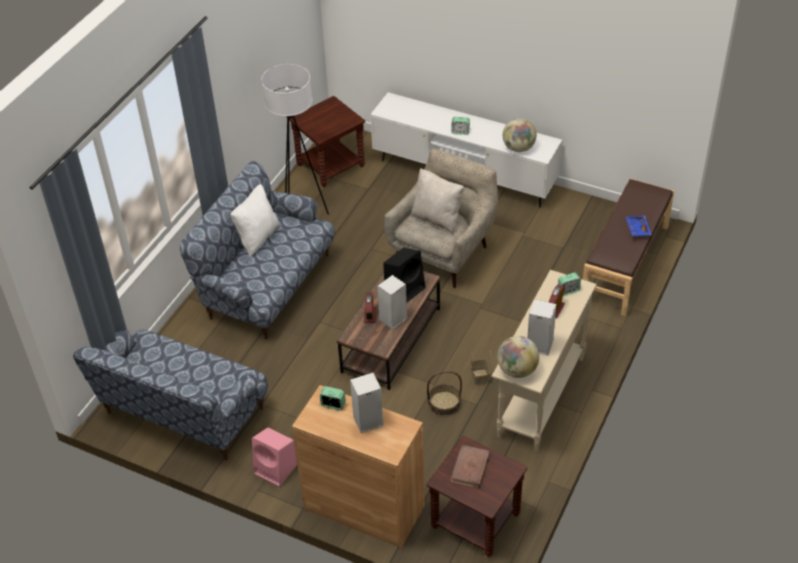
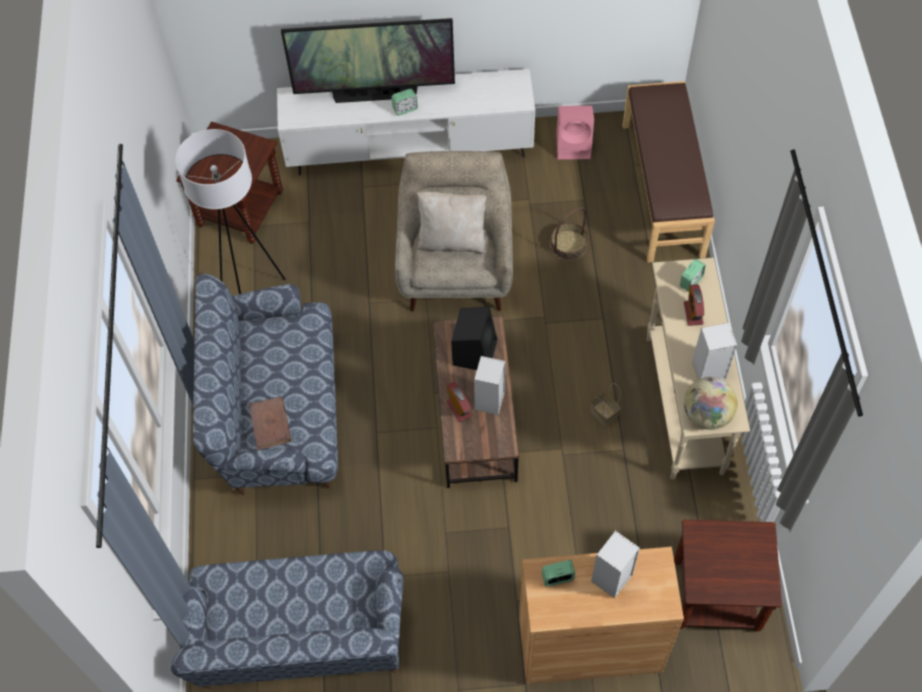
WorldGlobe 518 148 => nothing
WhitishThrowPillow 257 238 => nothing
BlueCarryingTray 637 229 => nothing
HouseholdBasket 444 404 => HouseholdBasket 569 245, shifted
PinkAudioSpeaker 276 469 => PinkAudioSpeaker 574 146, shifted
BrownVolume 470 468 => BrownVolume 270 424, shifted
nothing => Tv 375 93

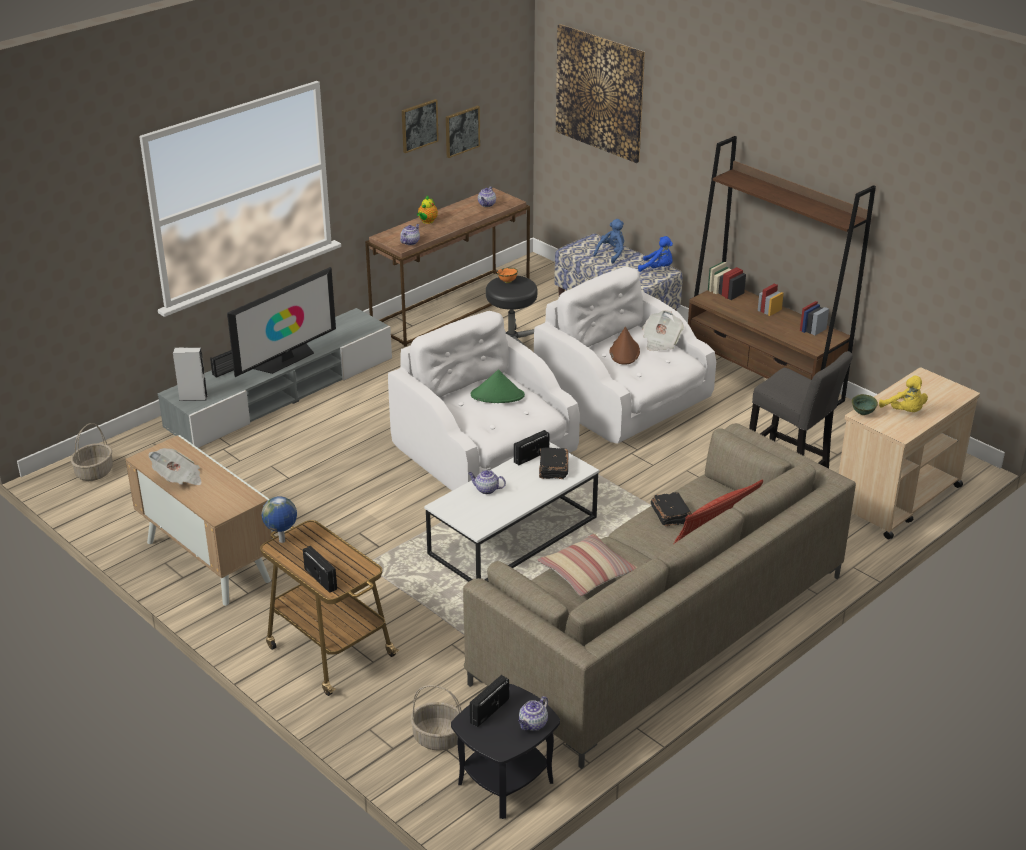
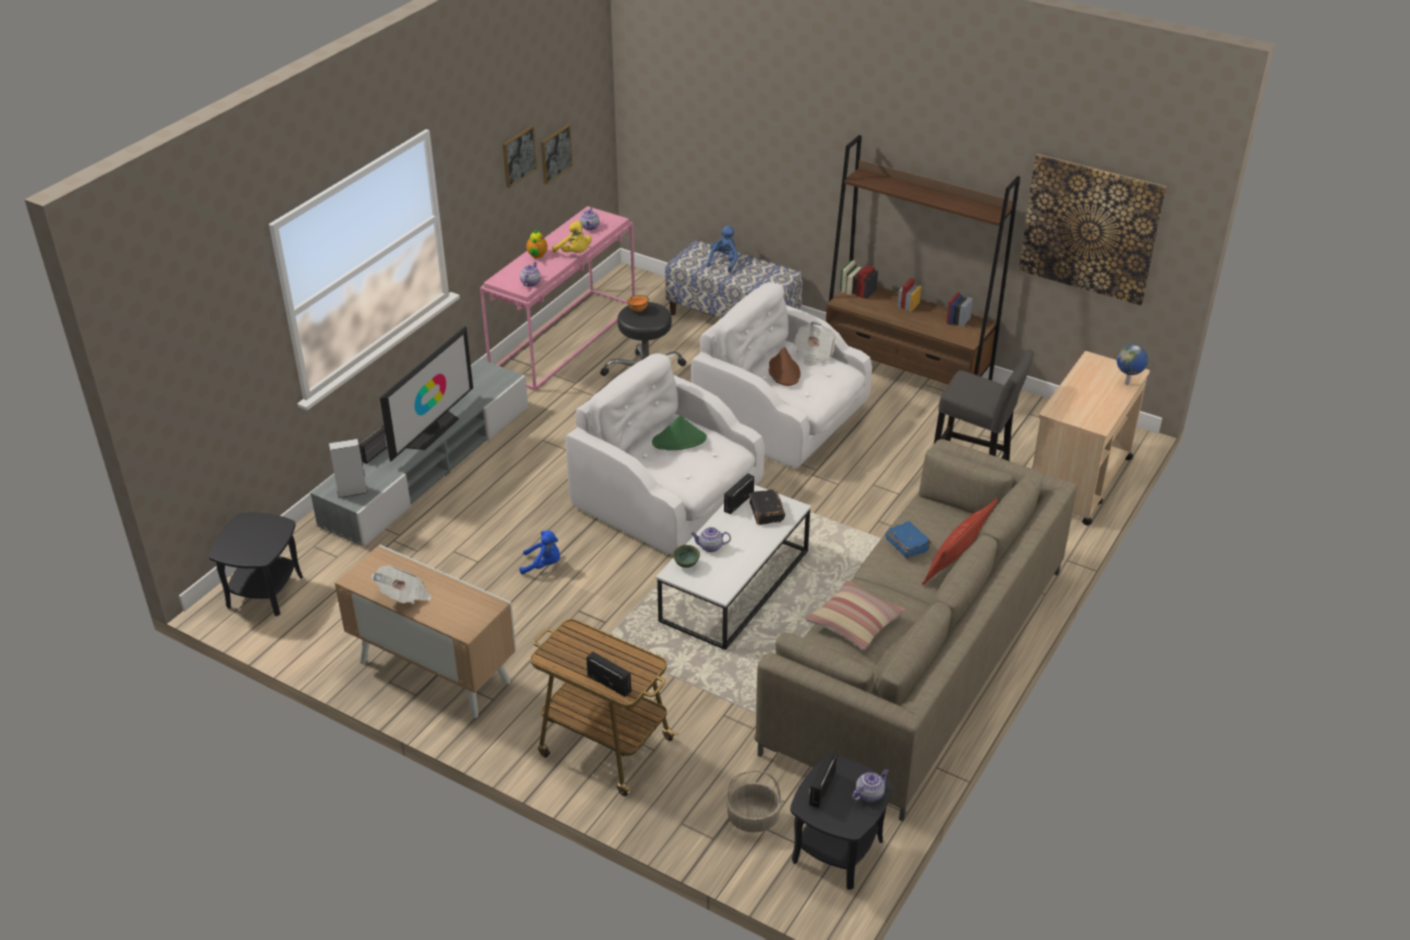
WallArt 600 92 => WallArt 1090 229, shifted
BrownHallTable 451 307 => PinkHallTable 564 338
BlueCuddlyToy 657 268 => BlueCuddlyToy 543 565, shifted
YellowishCuddlyToy 904 411 => YellowishCuddlyToy 574 253, shifted
GreenColouredBowl 863 413 => GreenColouredBowl 687 565, shifted
HouseholdBasket 94 473 => BlackAccentTable 265 592
BlackVolume 670 515 => BlueVolume 907 545
WorldGlobe 282 541 => WorldGlobe 1127 384, shifted
Teapot 533 724 => Teapot 869 794, 150 degrees counterclockwise

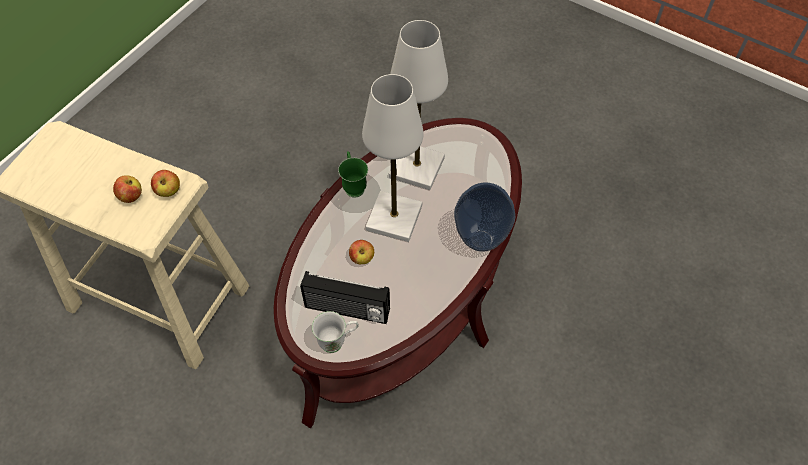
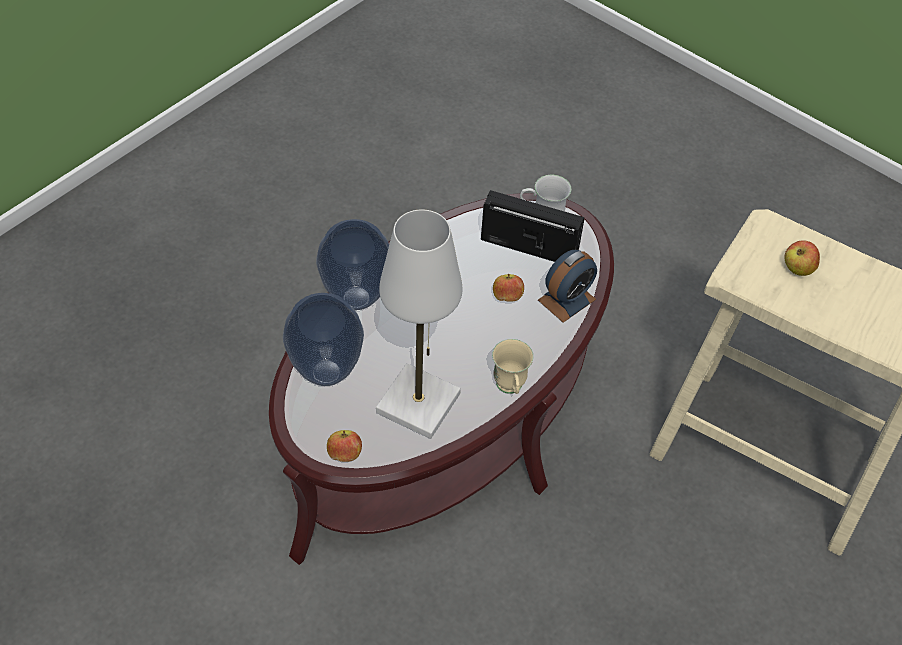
WhitishLampForATable 394 217 => nothing
GreenColouredCoffeeMug 353 185 => BeigeCoffeeMug 510 389
WholeApple 168 191 => WholeApple 345 454, shifted
nothing => AlarmClock 566 299
nothing => FlowerVase 326 371

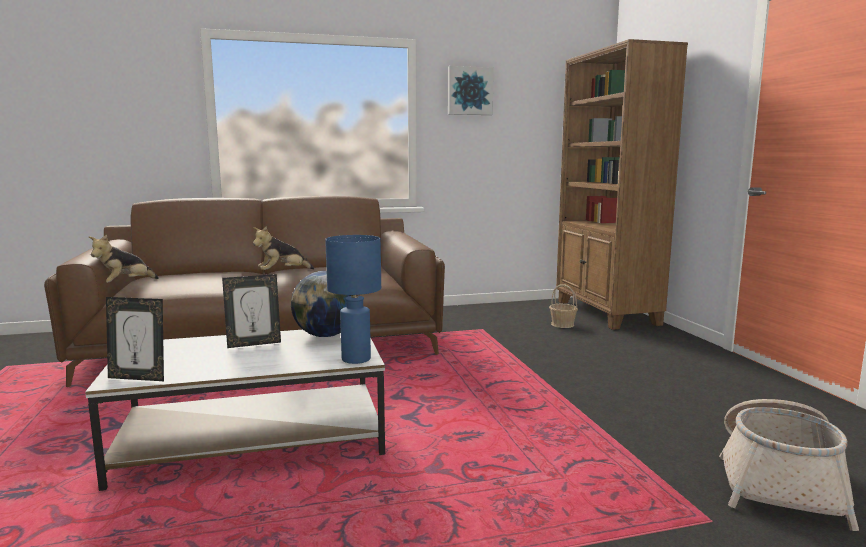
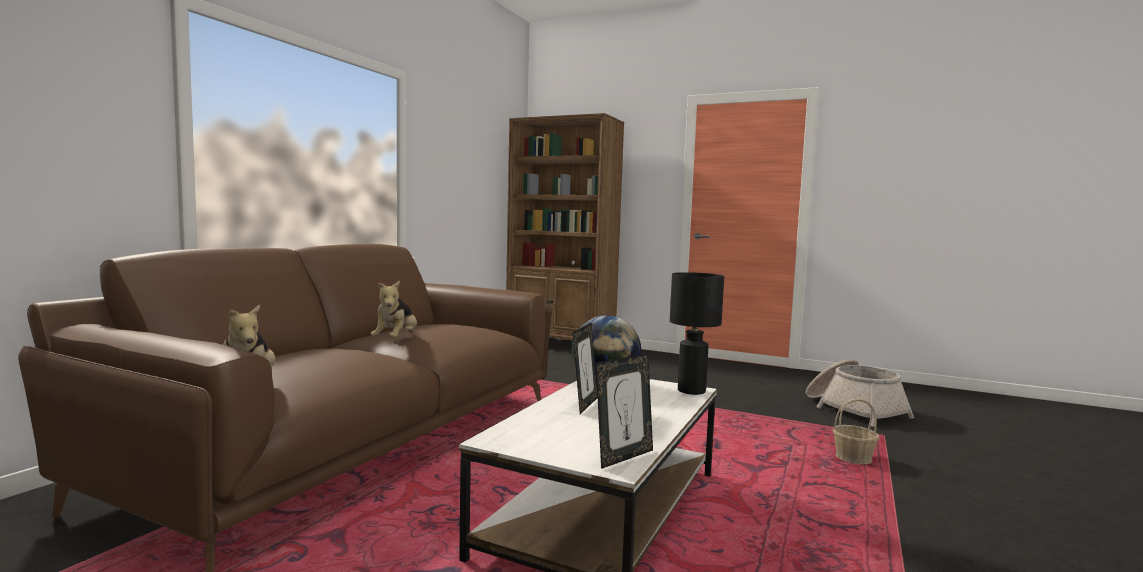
WallArt 469 91 => nothing
BlueLampForATable 355 359 => BlackLampForATable 690 391
HouseholdBasket 562 324 => HouseholdBasket 853 459, shifted

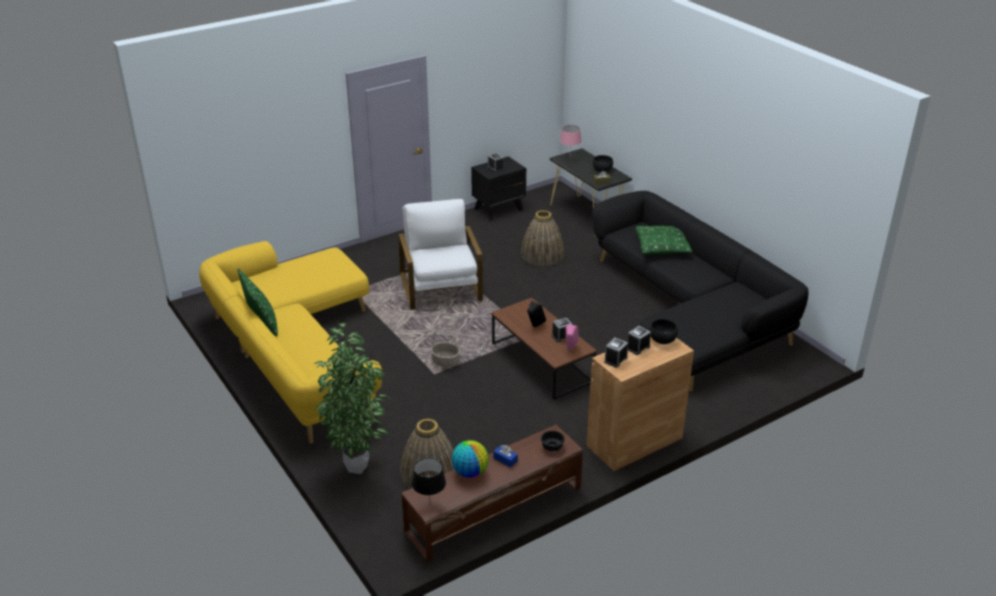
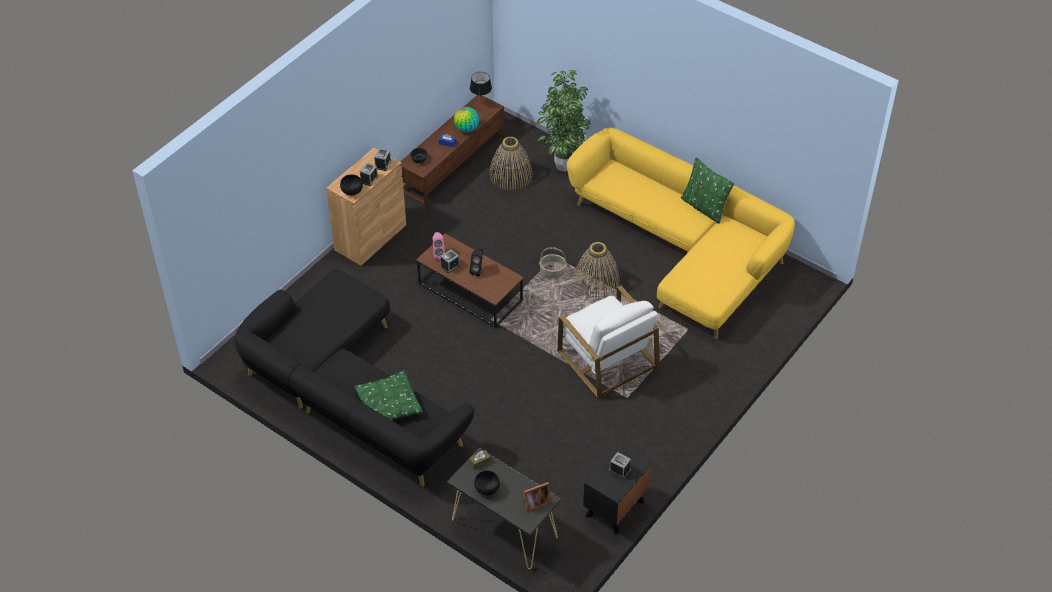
PinkLampForATable 569 158 => PhotoFrame 535 503
HouseholdBasket 542 255 => HouseholdBasket 596 281, shifted

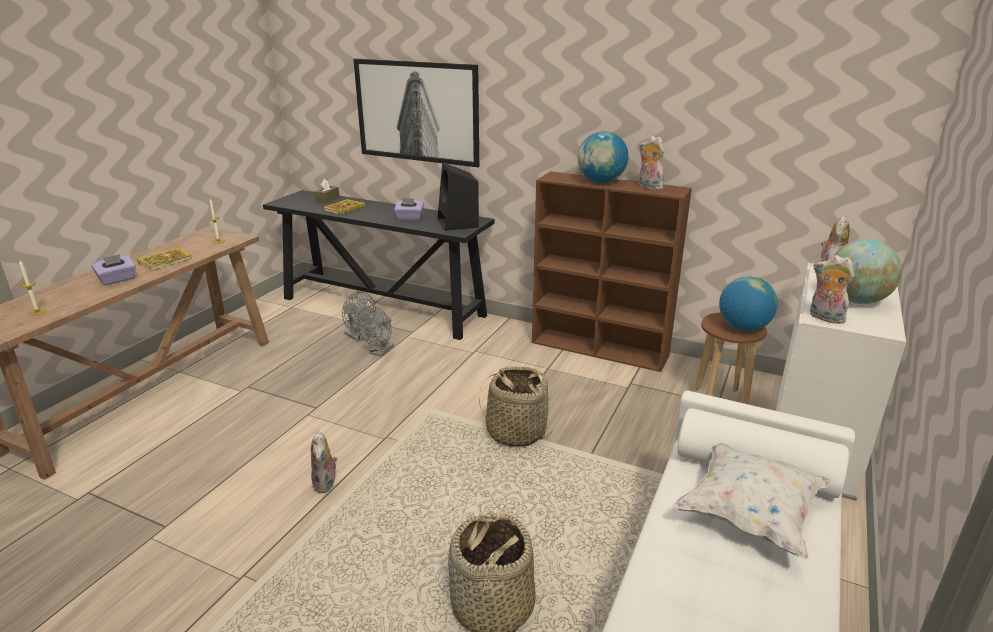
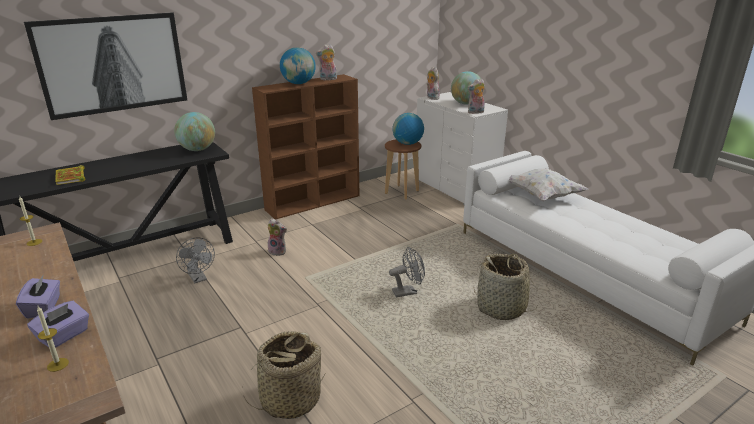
BlackAudioSpeaker 458 224 => WorldGlobe 197 150
BrownTissueHolder 327 199 => nothing
PurpleTissueHolder 409 218 => PurpleTissueHolder 64 336, shifted
Volume 166 261 => nothing
GreyCoolingFan 359 337 => GreyCoolingFan 408 292, shifted
HouseholdBasket 516 432 => HouseholdBasket 290 399, shifted
CuddlyToy 326 484 => CuddlyToy 278 251, shifted

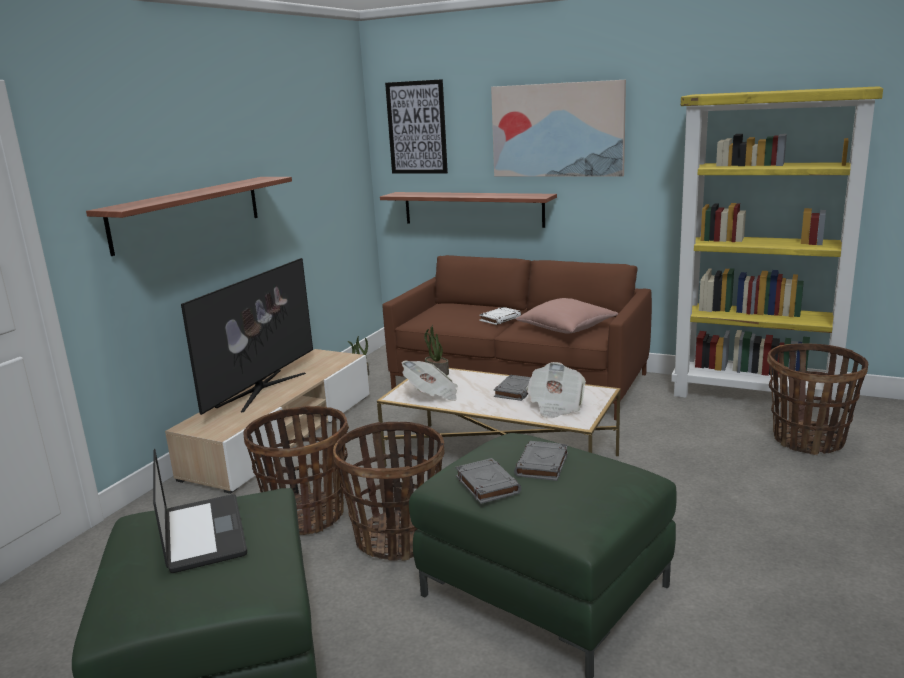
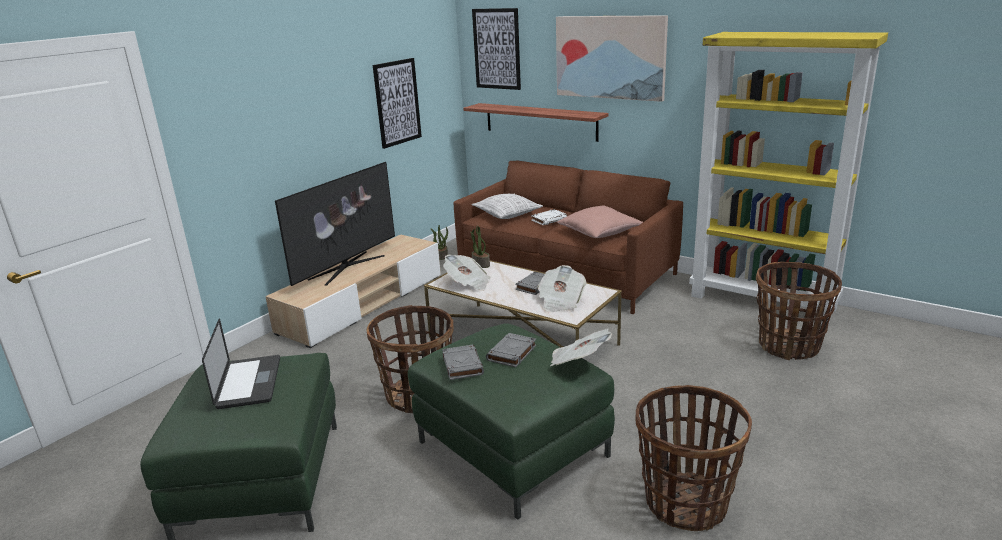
BracketShelf 188 213 => nothing
HouseholdBasket 307 515 => HouseholdBasket 685 502, shifted
nothing => WallArt 397 102
nothing => ThrowPillow 507 214
nothing => Newspaper 578 362

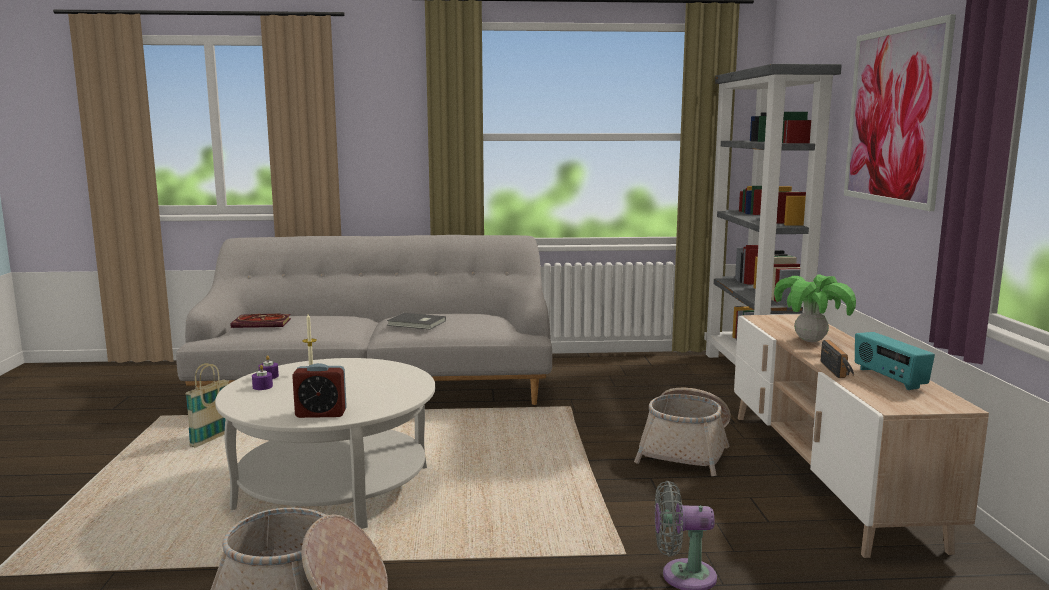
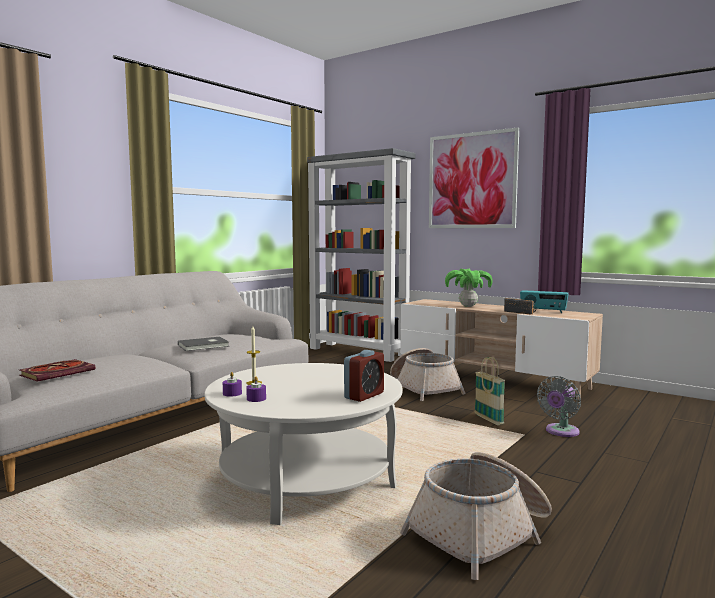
HouseholdBasket 212 439 => HouseholdBasket 488 419, shifted

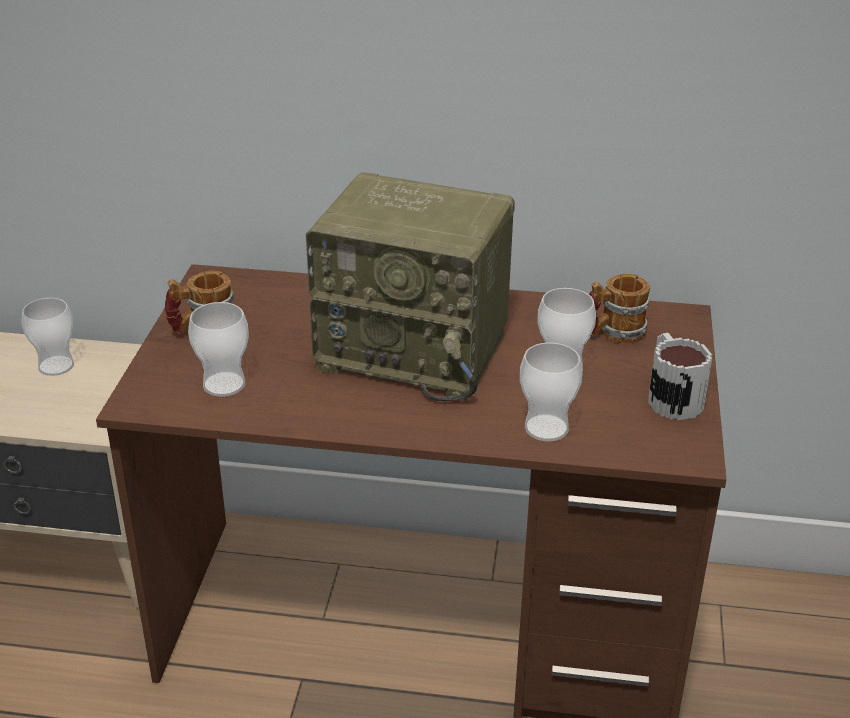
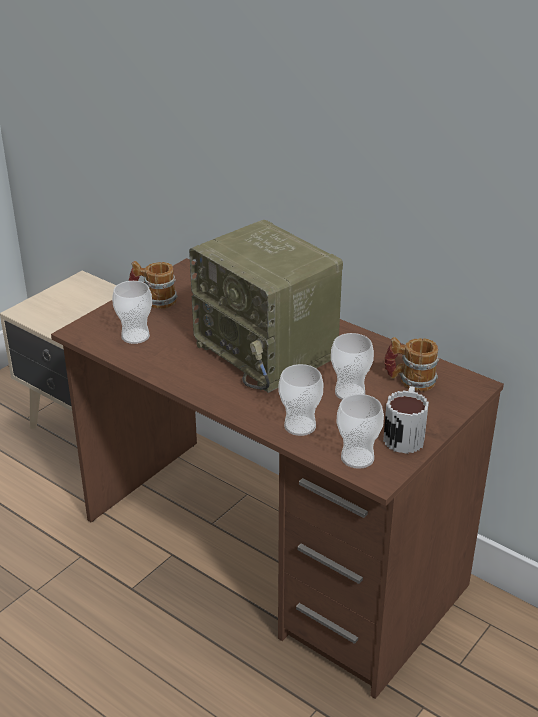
DrinkingCup 56 366 => DrinkingCup 357 458, shifted

